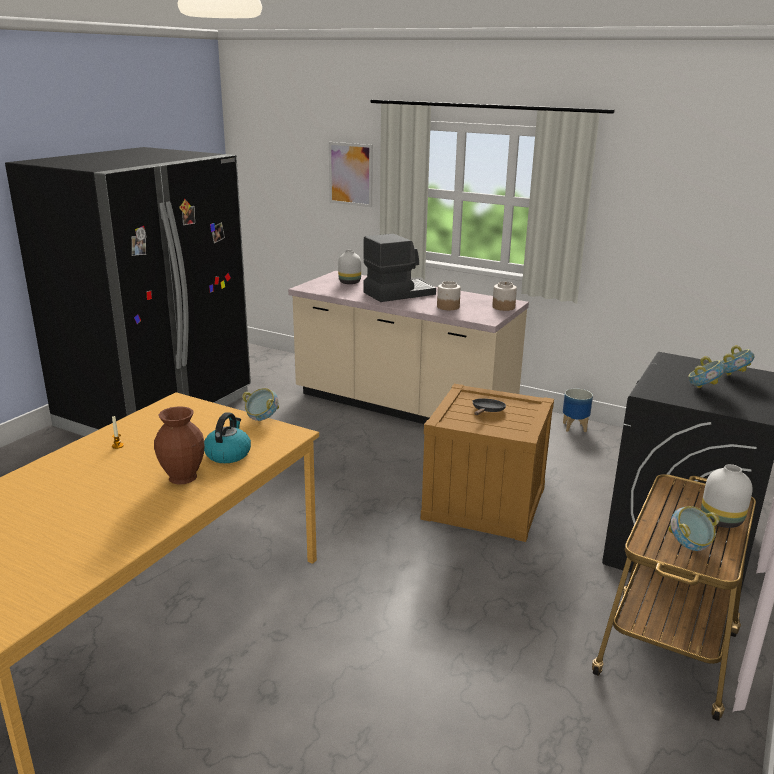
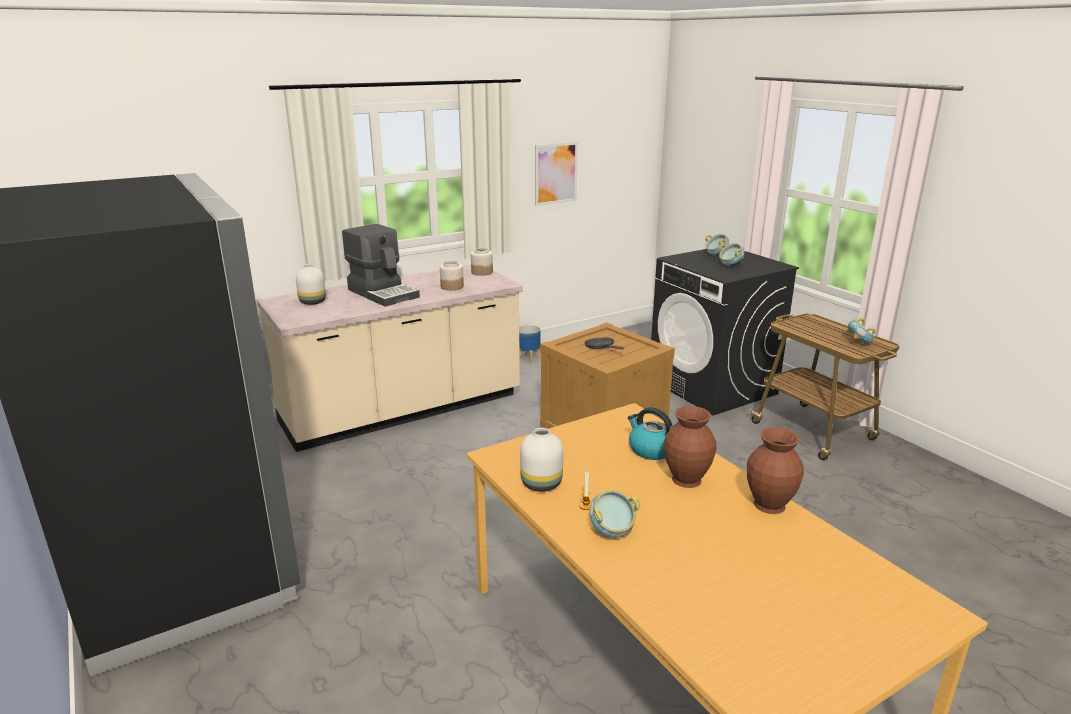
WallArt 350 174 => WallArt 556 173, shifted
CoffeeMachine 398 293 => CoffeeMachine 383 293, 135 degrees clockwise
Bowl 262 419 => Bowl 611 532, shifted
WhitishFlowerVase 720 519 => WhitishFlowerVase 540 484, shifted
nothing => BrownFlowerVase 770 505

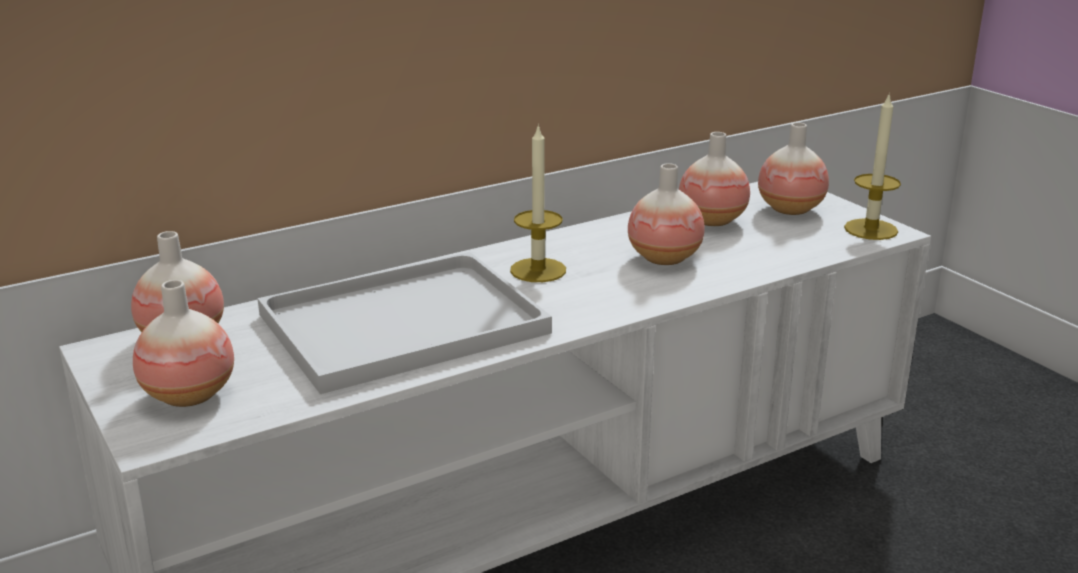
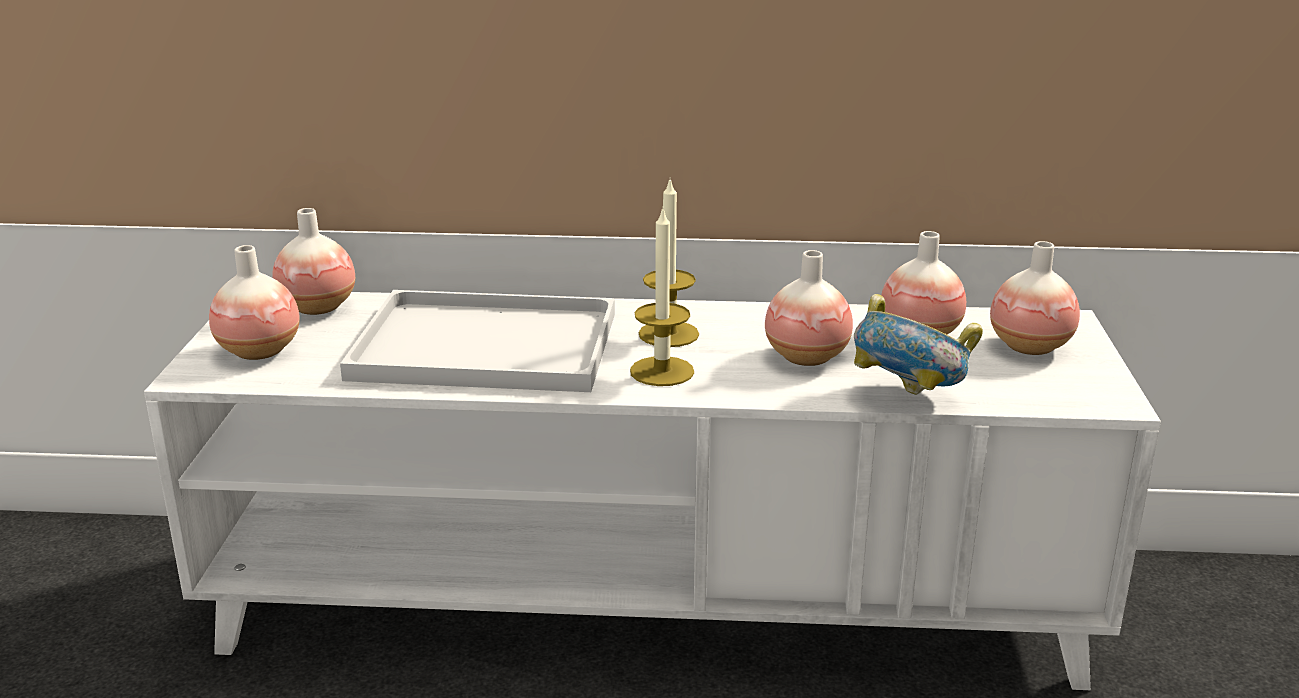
WaxLight 871 229 => WaxLight 662 371, shifted
nothing => Bowl 908 398

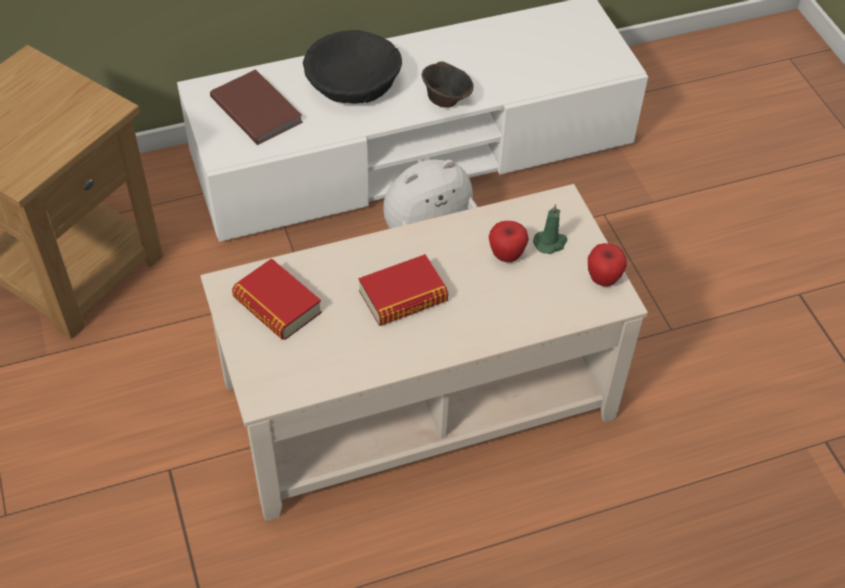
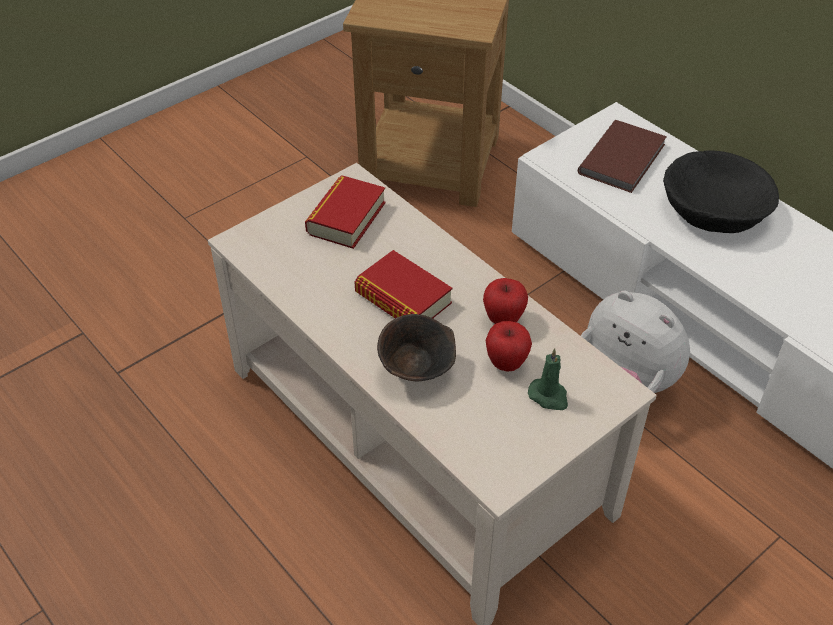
BrownBowl 446 99 => BrownBowl 417 369, shifted
WholeApple 603 279 => WholeApple 503 319, shifted

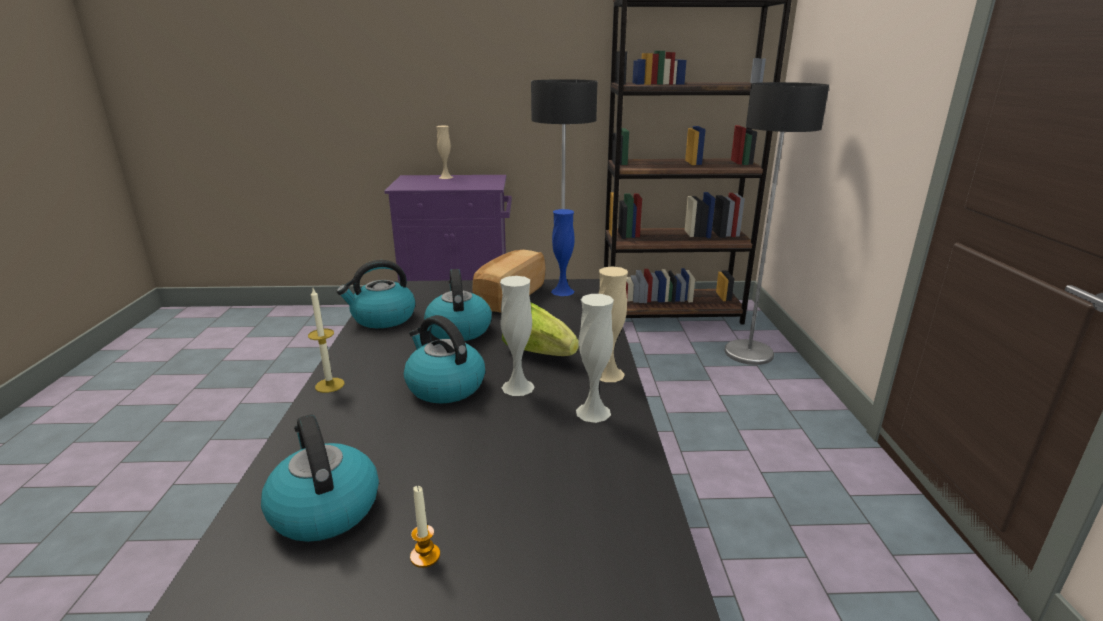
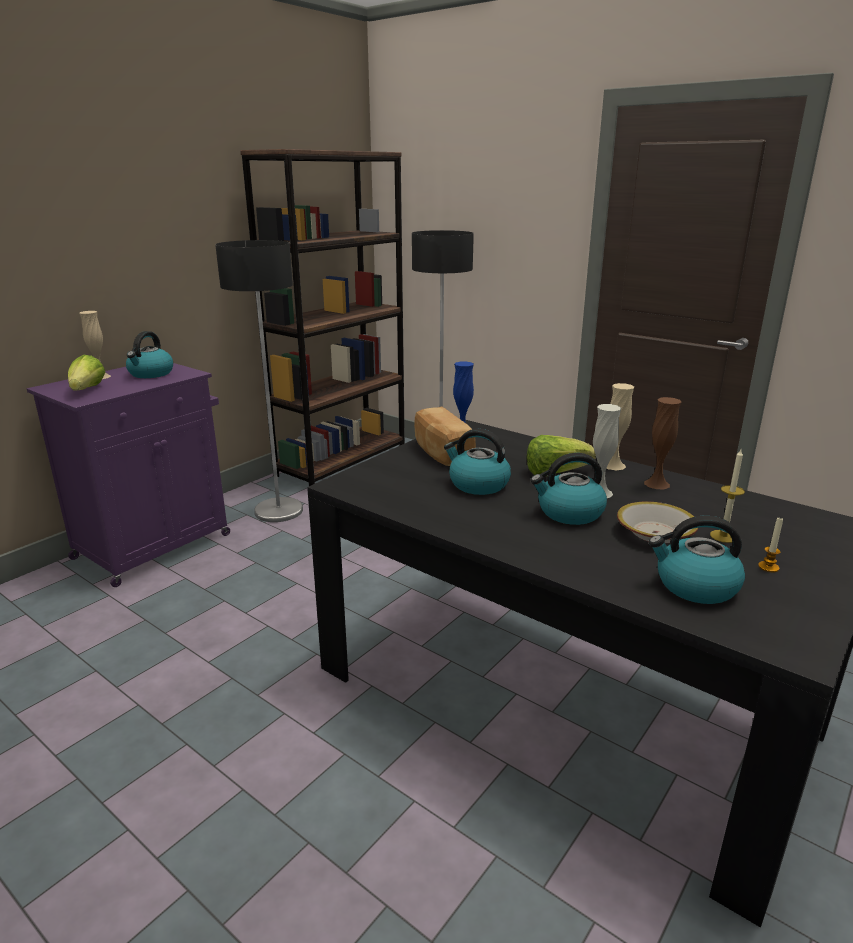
TeaKettle 382 318 => TeaKettle 151 374, shifted
WaxLight 329 385 => WaxLight 723 536, shifted
WhitishFlowerVase 593 412 => BrownFlowerVase 656 484
nothing => LettuceHead 87 390
nothing => Bowl 654 533

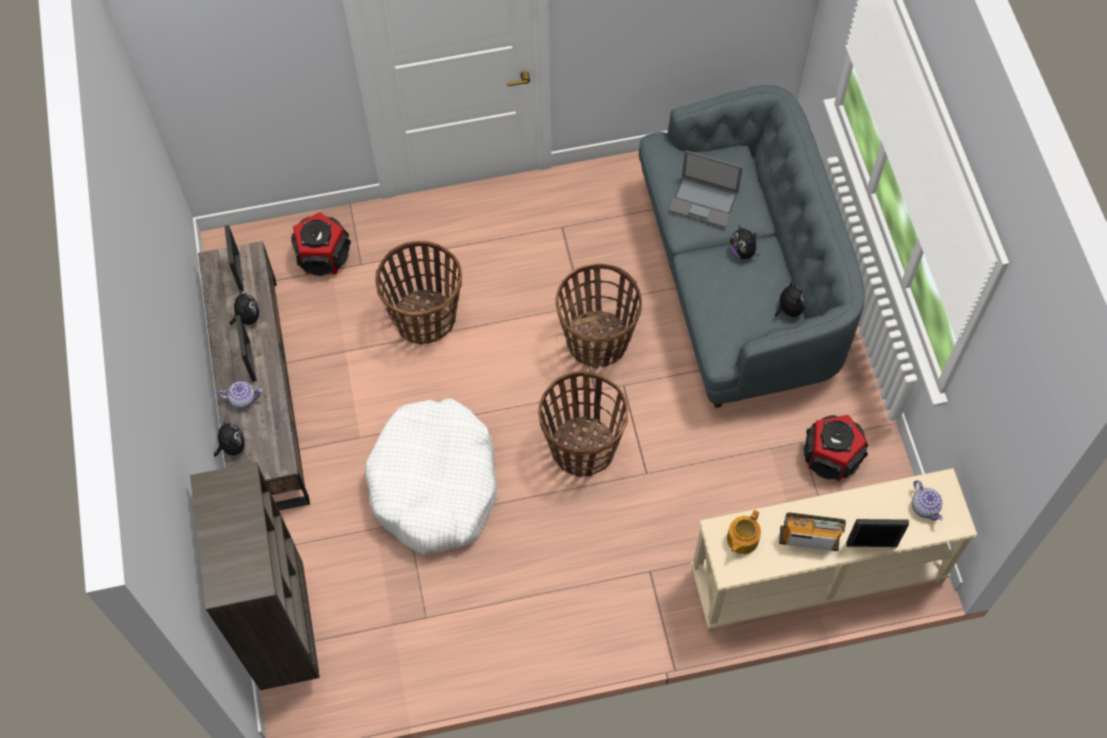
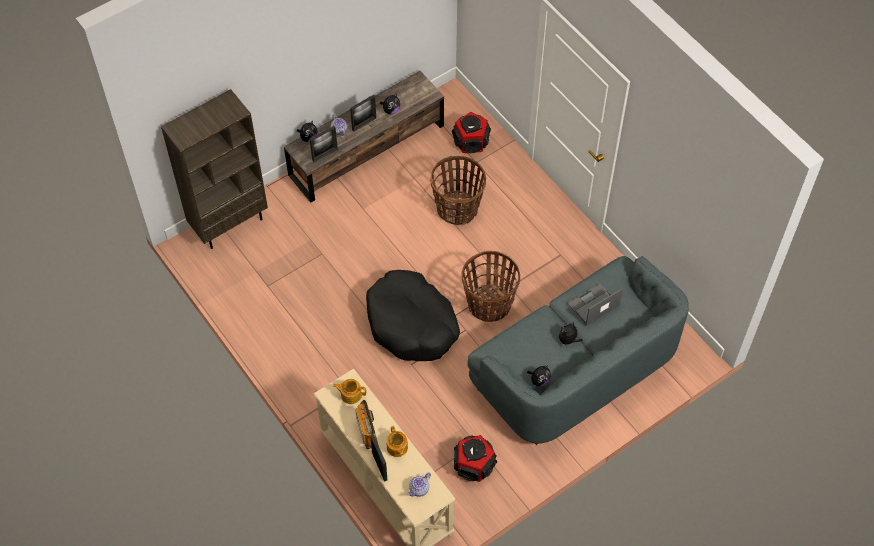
PortableComputer 704 201 => PortableComputer 593 305, 60 degrees clockwise
PhotoFrame 239 272 => PhotoFrame 325 154, shifted
HouseholdBasket 582 447 => BlackDogBed 411 323
WhitishDogBed 435 484 => nothing
nothing => Teapot 397 448

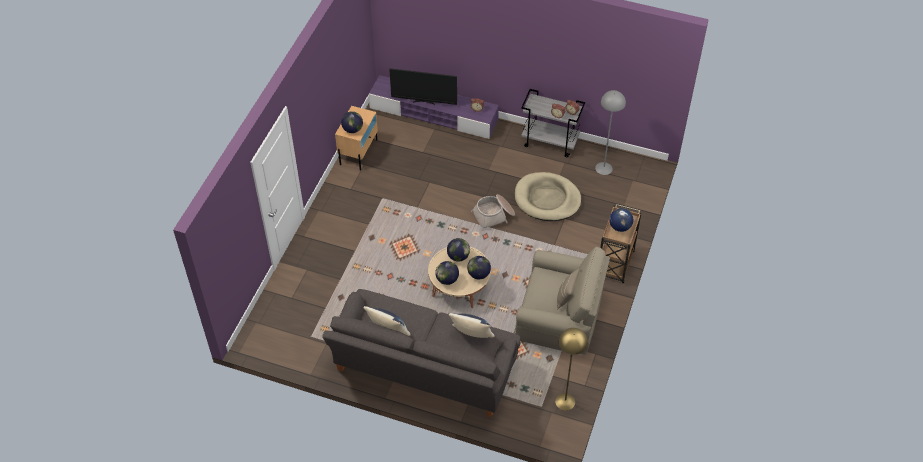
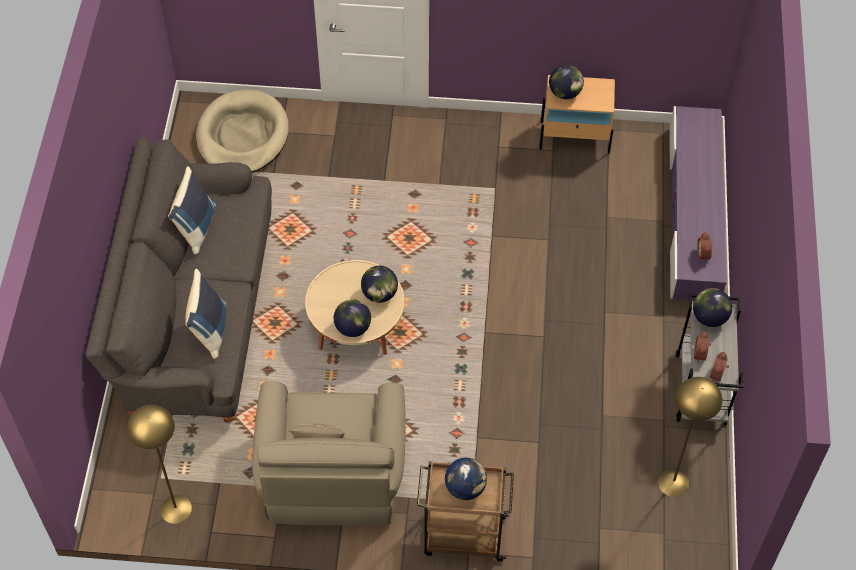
Tv 424 102 => nothing
GreyStandingLamp 603 168 => YellowishStandingLamp 673 483
BeigeDogBed 547 199 => BeigeDogBed 242 136, shifted
HouseholdBasket 494 216 => nothing
WorldGlobe 447 280 => WorldGlobe 709 318, shifted

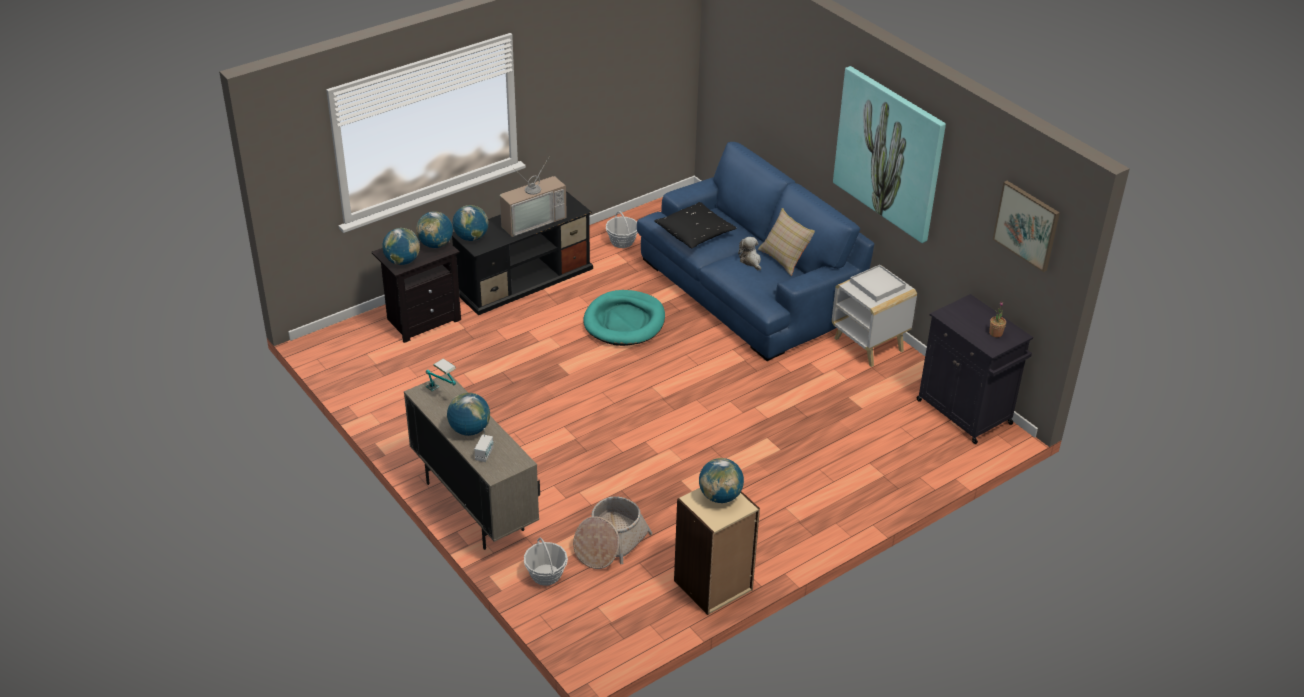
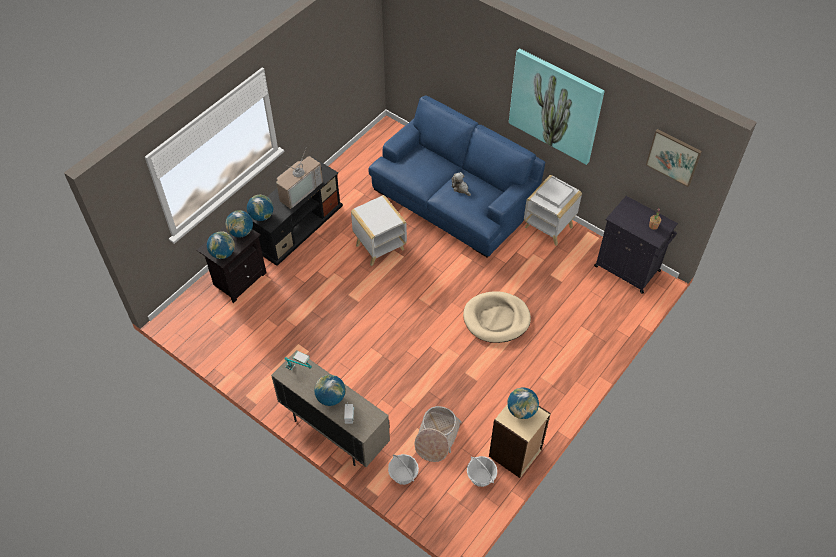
BlackThrowPillow 695 233 => nothing
BeigeThrowPillow 785 258 => nothing
HouseholdBasket 622 241 => HouseholdBasket 481 477, shifted
TurquoiseColouredDogBed 624 321 => WhitishAccentTable 380 247
nothing => BeigeDogBed 496 319

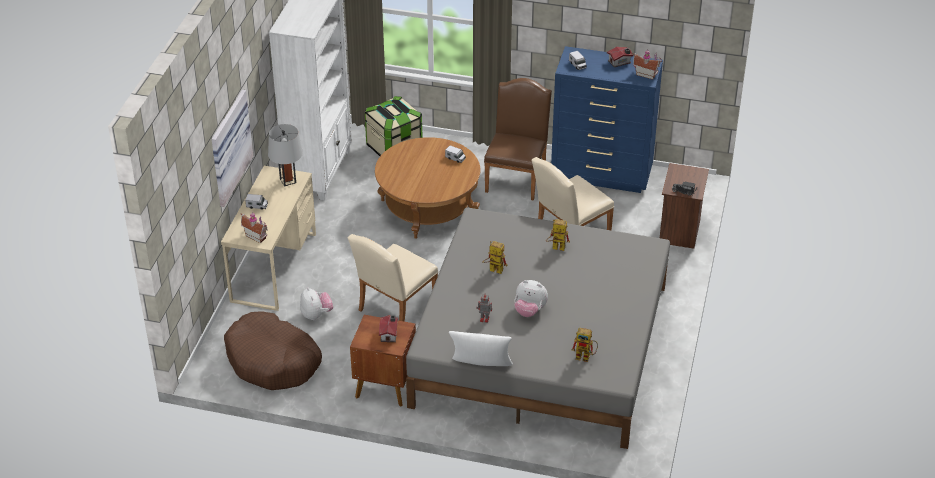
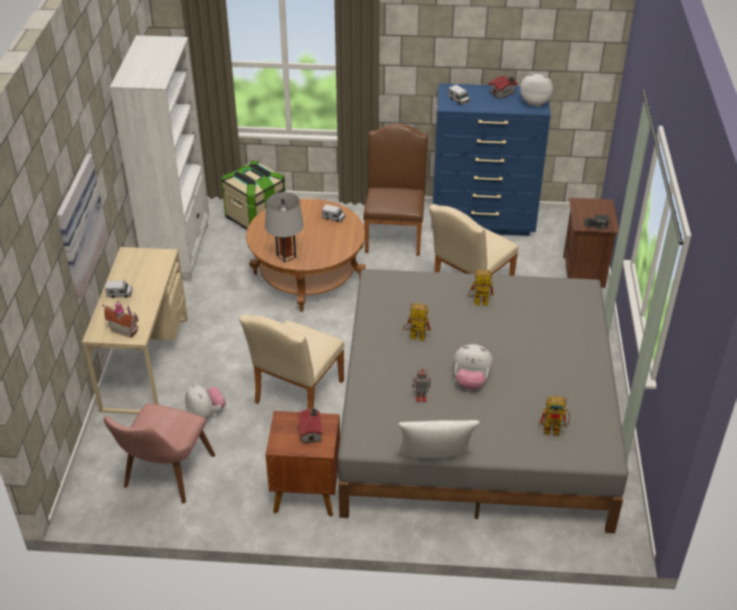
ModelHouse 646 74 => CuddlyToy 535 102
GreyLampForATable 288 181 => GreyLampForATable 286 256, shifted
BrownDogBed 273 361 => PinkChair 164 479

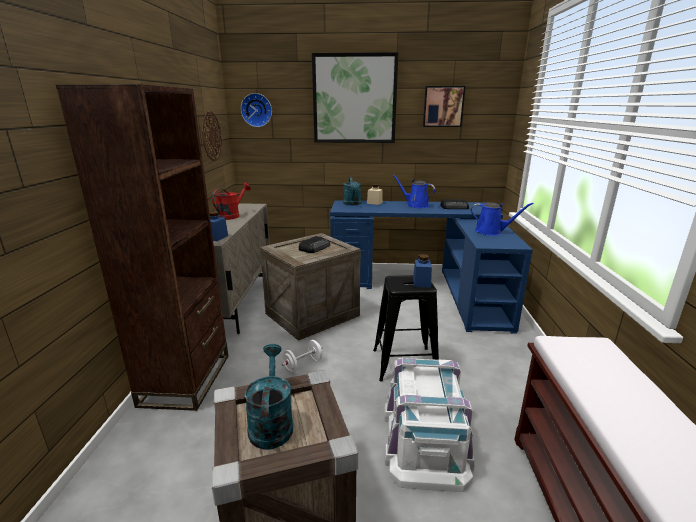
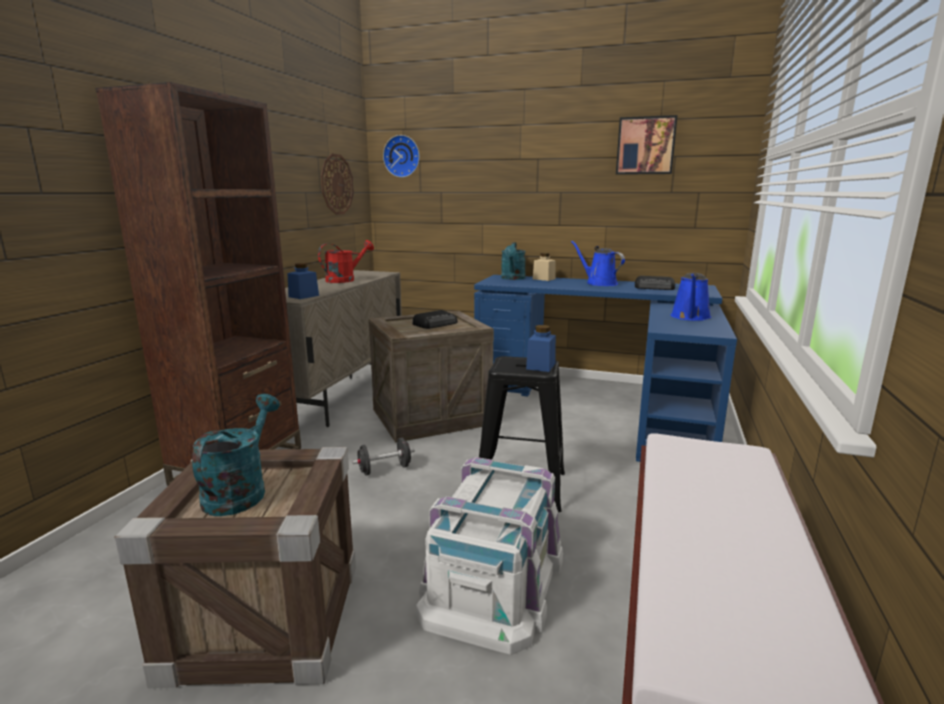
WallArt 354 99 => nothing
BlueWateringPot 491 232 => BlueWateringPot 690 317, 75 degrees clockwise
WhitishDumbbell 303 364 => BlackDumbbell 384 469

